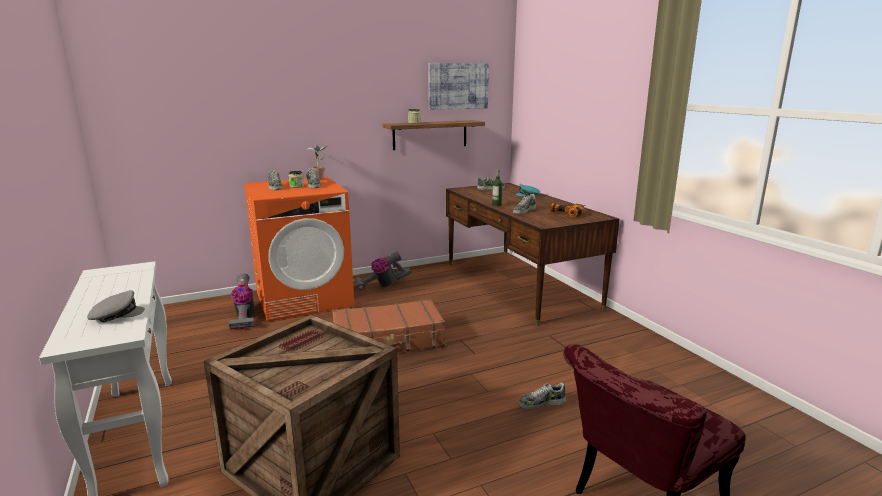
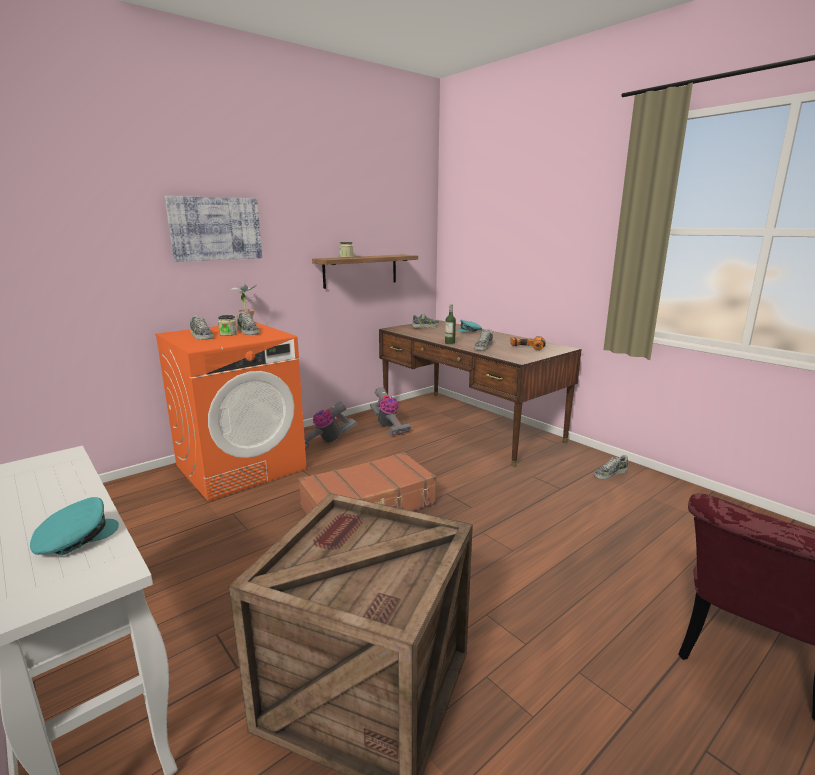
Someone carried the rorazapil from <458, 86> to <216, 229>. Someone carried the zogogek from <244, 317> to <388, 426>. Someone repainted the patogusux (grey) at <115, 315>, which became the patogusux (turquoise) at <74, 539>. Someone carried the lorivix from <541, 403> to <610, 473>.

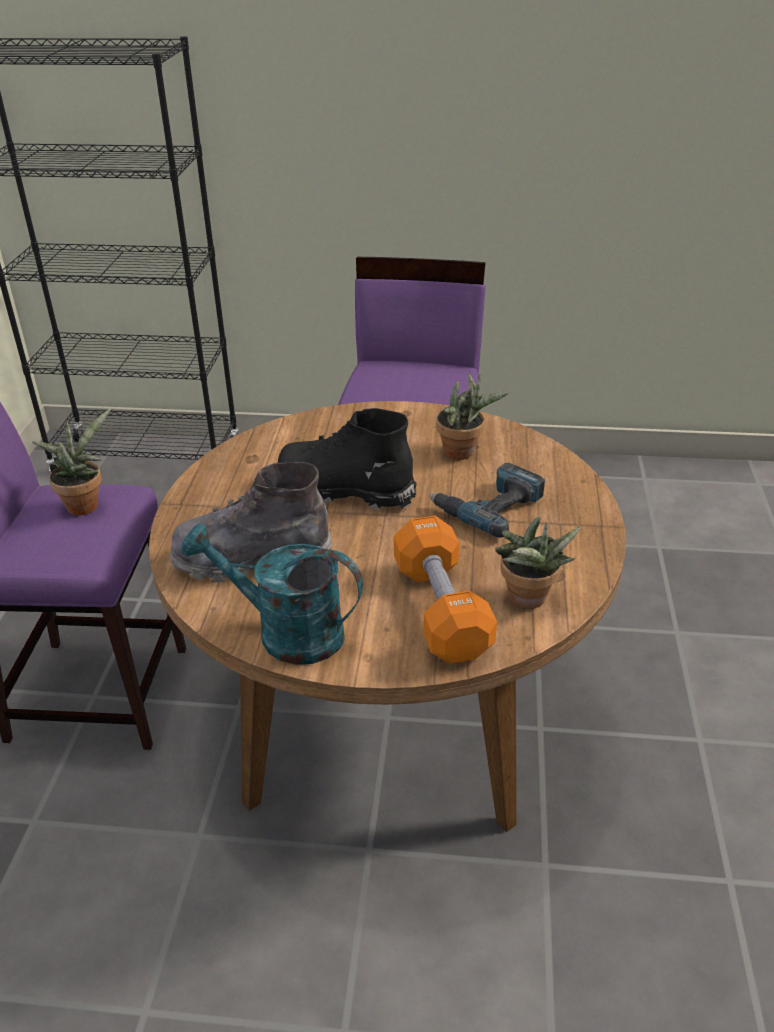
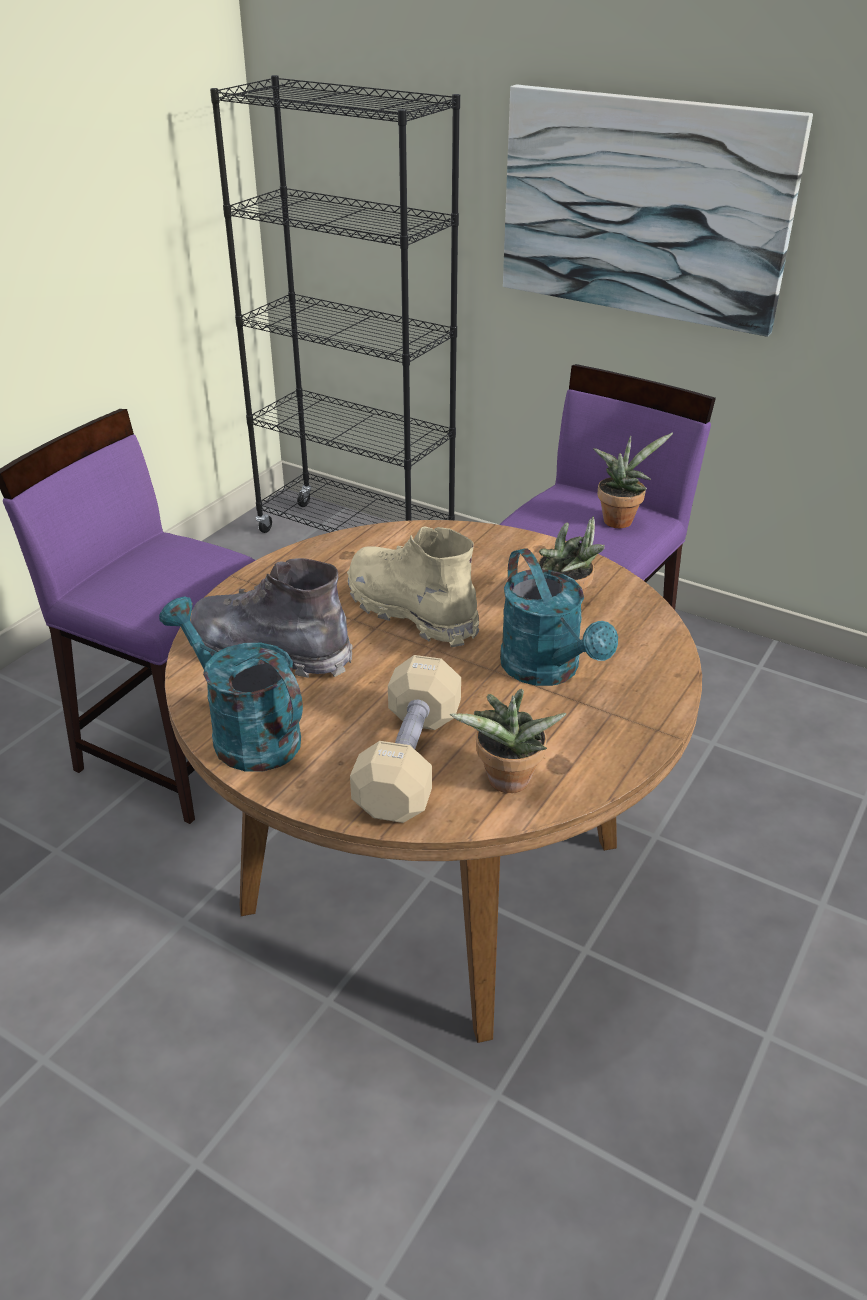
Someone carried the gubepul from <85, 504> to <620, 519>. Someone repainted the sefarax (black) at <345, 490>, which became the sefarax (beige) at <411, 611>. Someone swapped the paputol at <489, 506> for the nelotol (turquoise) at <548, 671>. Someone repainted the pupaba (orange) at <441, 609>, which became the pupaba (beige) at <409, 761>. Someone put up the rorazapil at <643, 208>.

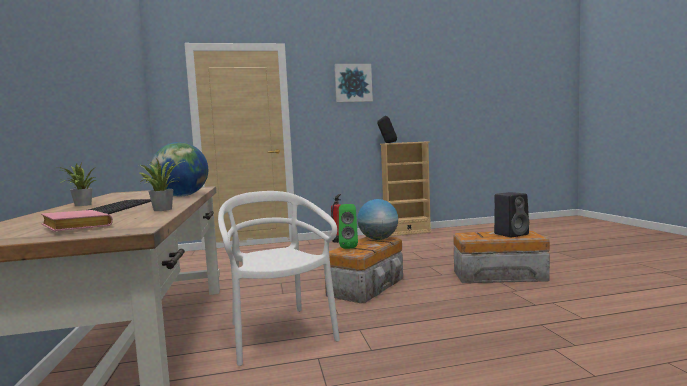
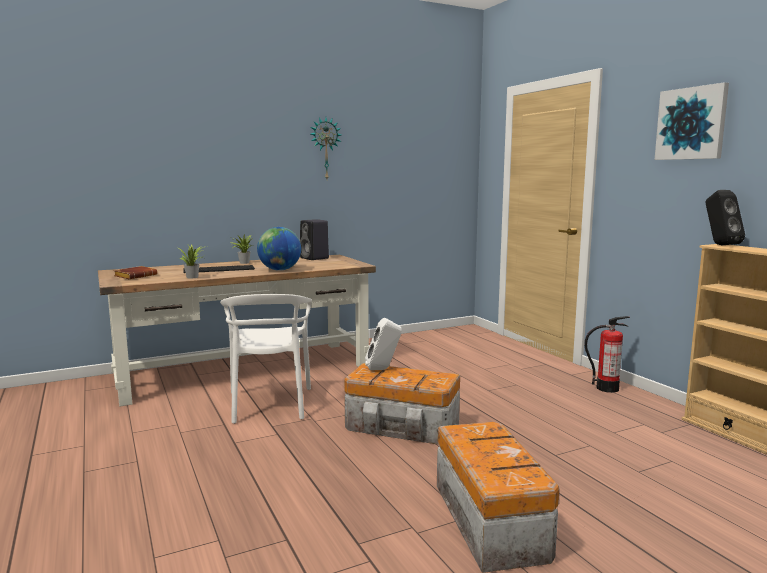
Someone rotated the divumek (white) at <279, 334> by 120 degrees clockwise. Someone carried the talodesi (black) from <511, 234> to <315, 258>. Someone took away the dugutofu at <378, 239>. Someone repainted the talodesi (green) at <349, 247>, which became the talodesi (white) at <383, 369>. Someone repainted the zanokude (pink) at <73, 227>, which became the zanokude (brown) at <136, 276>. Someone put up the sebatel at <325, 149>.

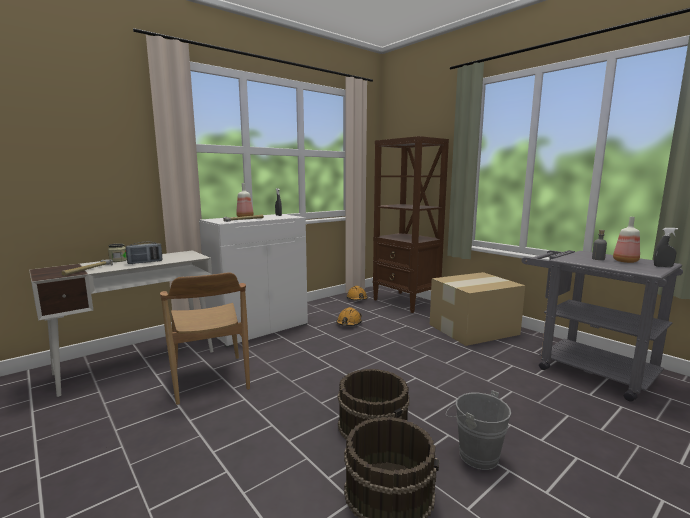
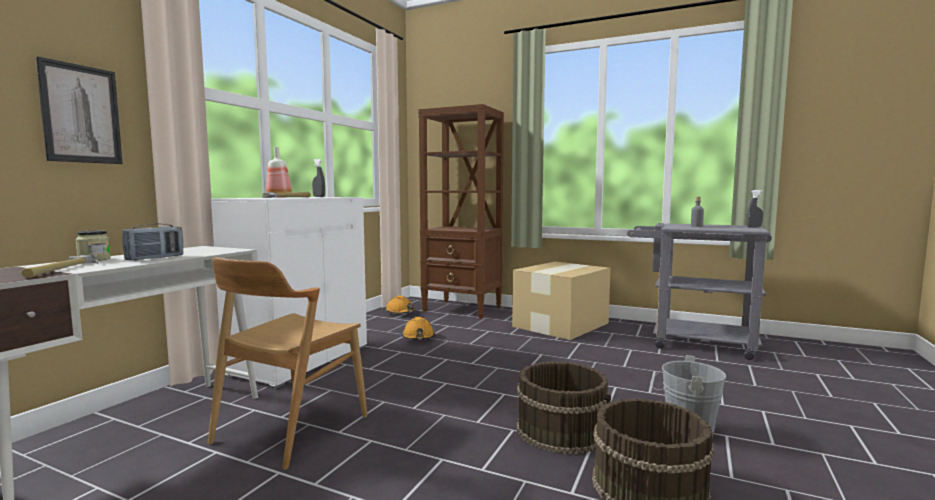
Someone took away the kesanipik at <624, 261>. Someone rotated the divumek (brown) at <210, 379> by 75 degrees clockwise. Someone put up the rorazapil at <81, 114>.

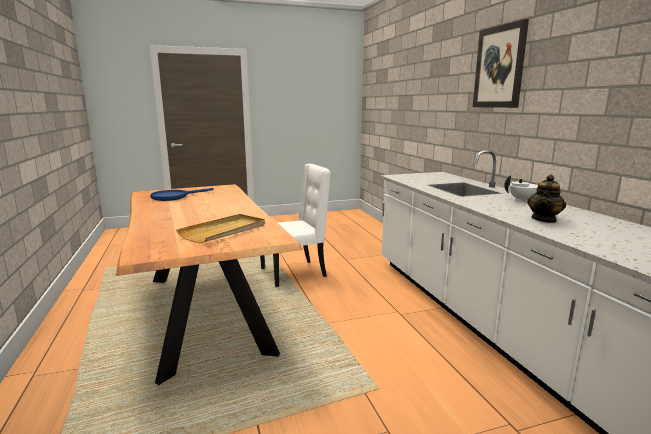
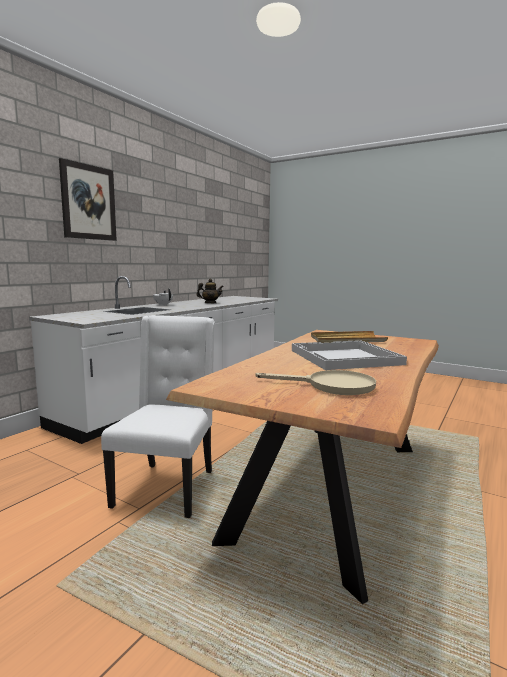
Someone rotated the divumek (white) at <295, 273> by 75 degrees clockwise. Someone repainted the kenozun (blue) at <174, 197>, which became the kenozun (beige) at <331, 386>. Someone put down the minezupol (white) at <344, 357>.

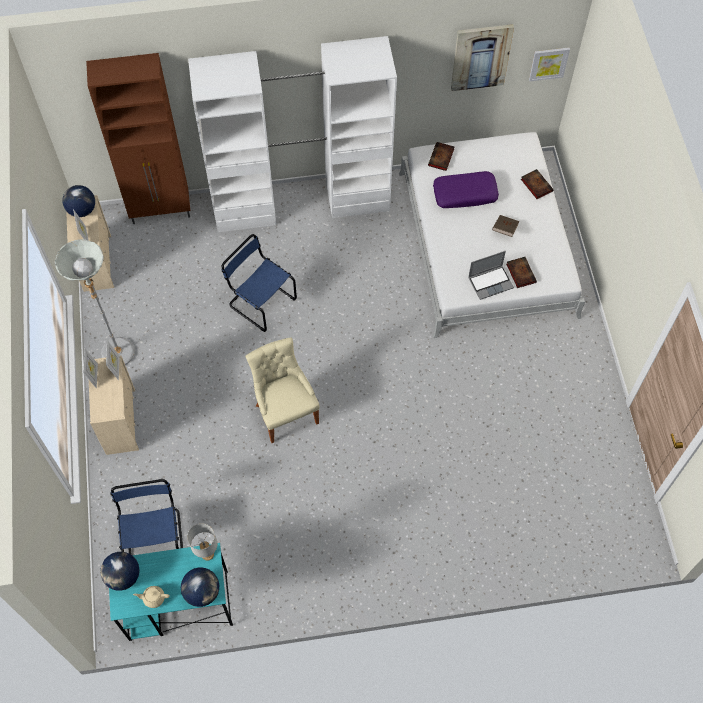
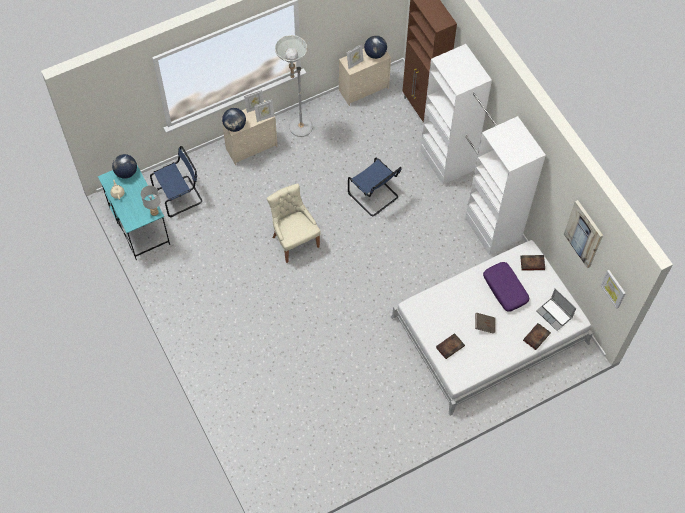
Someone rotated the divumek (blue) at <260, 301> by 120 degrees clockwise. Someone carried the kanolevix from <490, 282> to <554, 314>. Someone rotated the divumek (beige) at <285, 412> by 75 degrees counterclockwise. Someone carried the dugutofu from <202, 592> to <235, 126>.

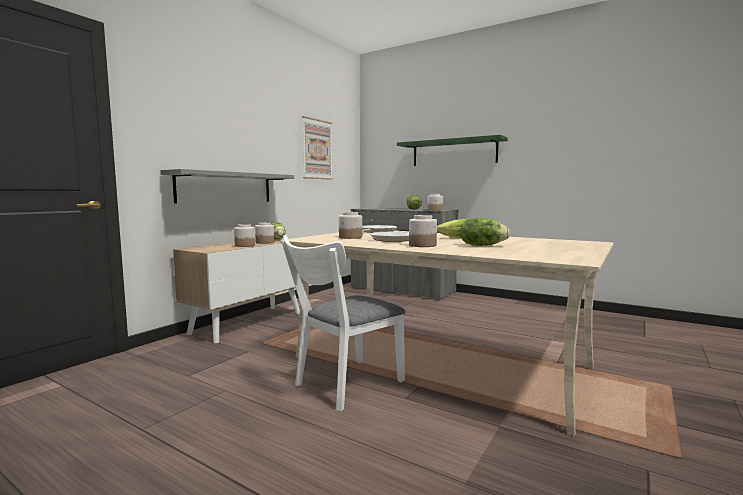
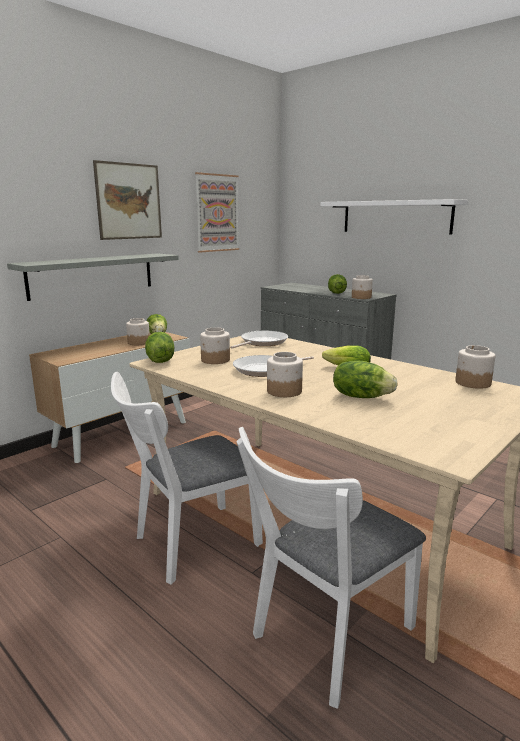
Someone repainted the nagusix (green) at <454, 152>, which became the nagusix (white) at <395, 217>. Someone carried the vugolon from <245, 245> to <472, 383>. Someone put up the rorazapil at <129, 201>. Someone put down the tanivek at <159, 360>. Someone put down the divumek (white) at <326, 638>.

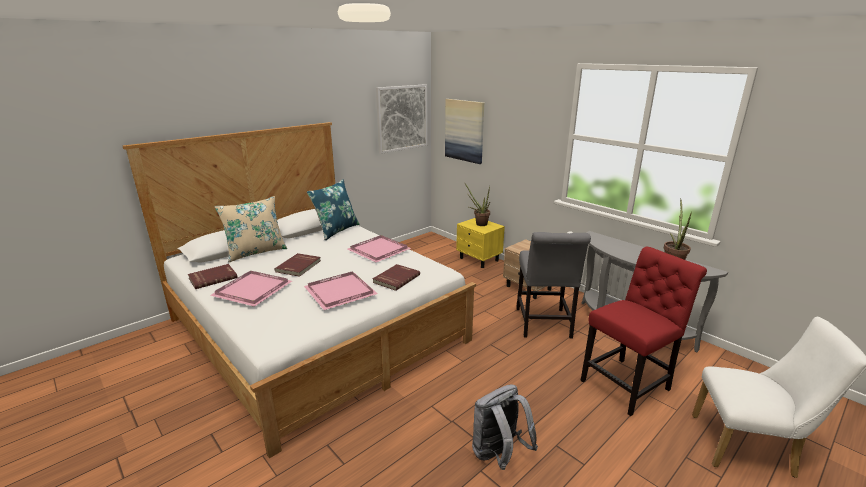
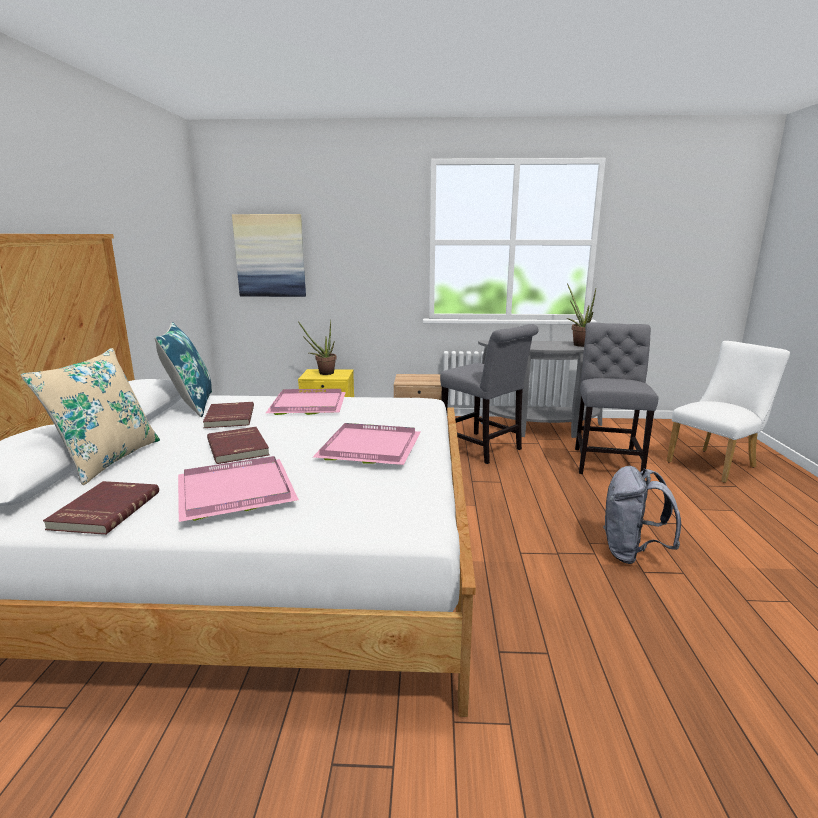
Someone took away the rorazapil at <402, 118>. Someone repainted the divumek (red) at <628, 384>, which became the divumek (grey) at <606, 461>. Someone carried the zanokude (red) from <396, 278> to <228, 417>.

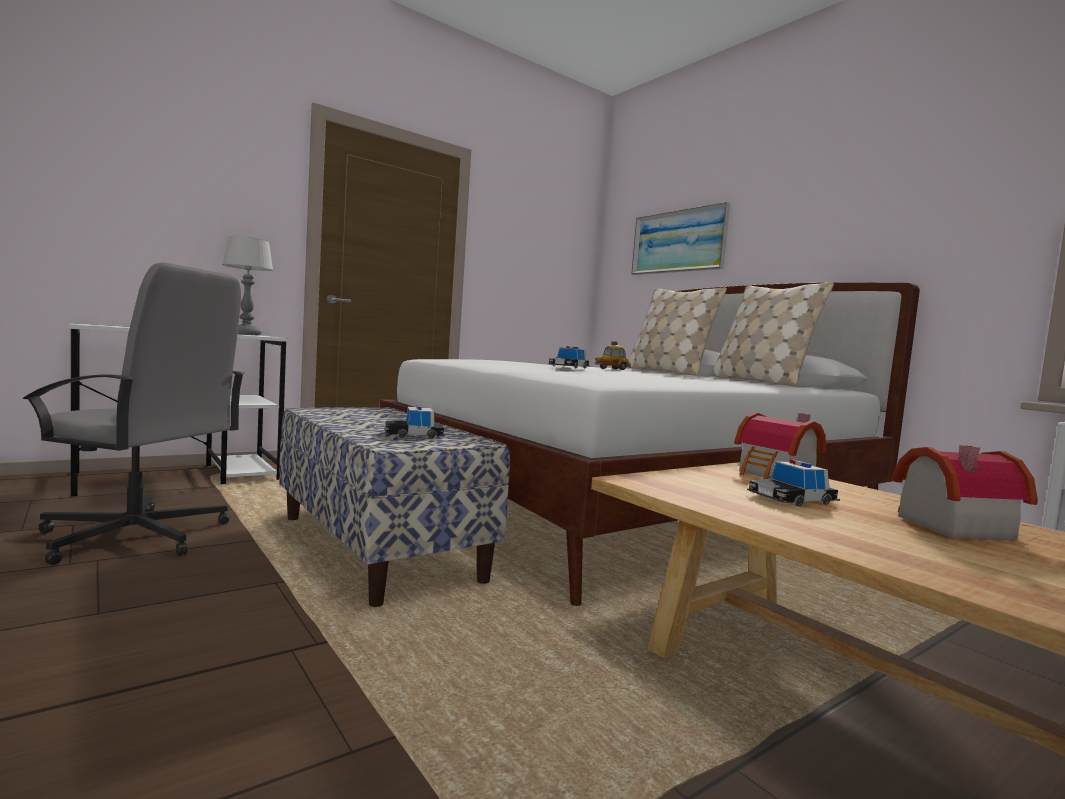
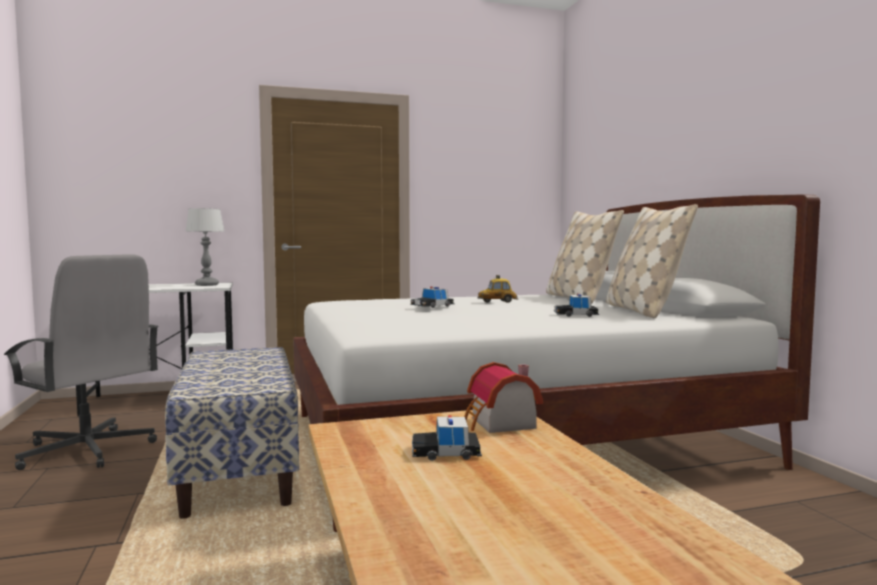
Someone took away the rorazapil at <678, 241>. Someone carried the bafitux from <413, 435> to <575, 315>. Someone took away the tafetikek at <947, 525>.

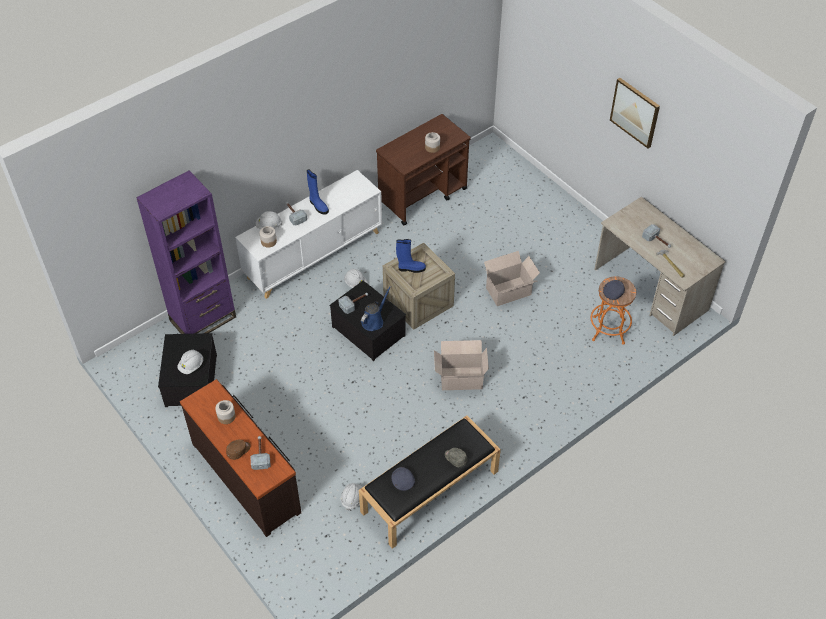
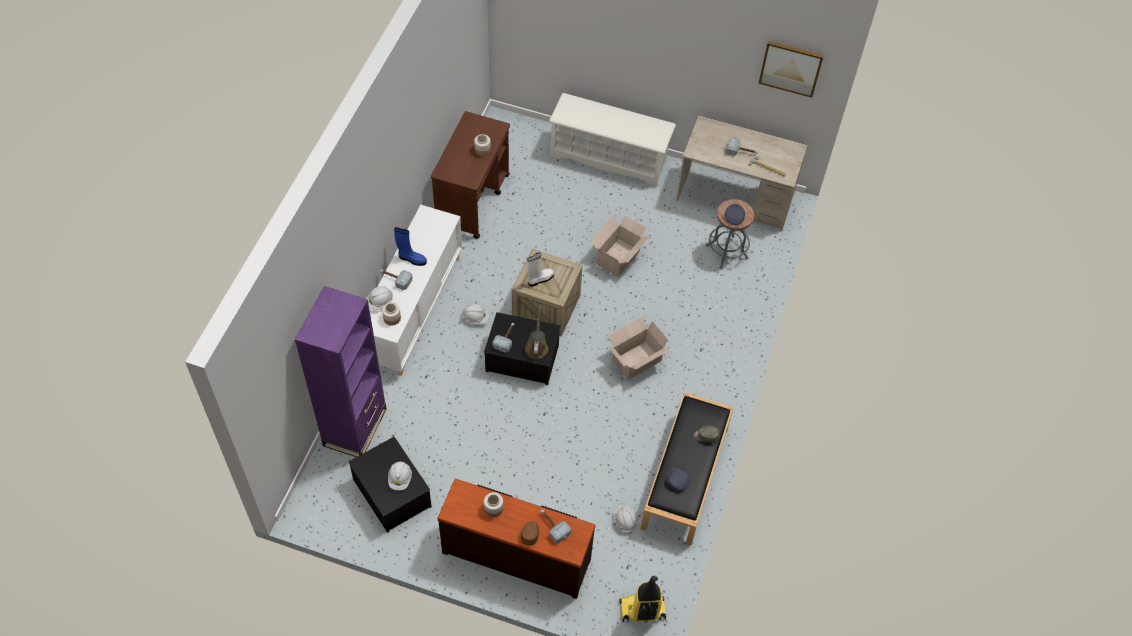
Someone carried the rorazapil from <635, 112> to <790, 68>. Someone repainted the sefarax (blue) at <411, 268>, which became the sefarax (white) at <540, 279>. Someone repainted the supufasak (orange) at <608, 330>, which became the supufasak (grey) at <726, 252>. Someone repainted the nelotol (blue) at <374, 321>, which became the nelotol (brown) at <536, 346>. Someone put down the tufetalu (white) at <609, 158>. Someone put down the zogogek at <642, 611>.

